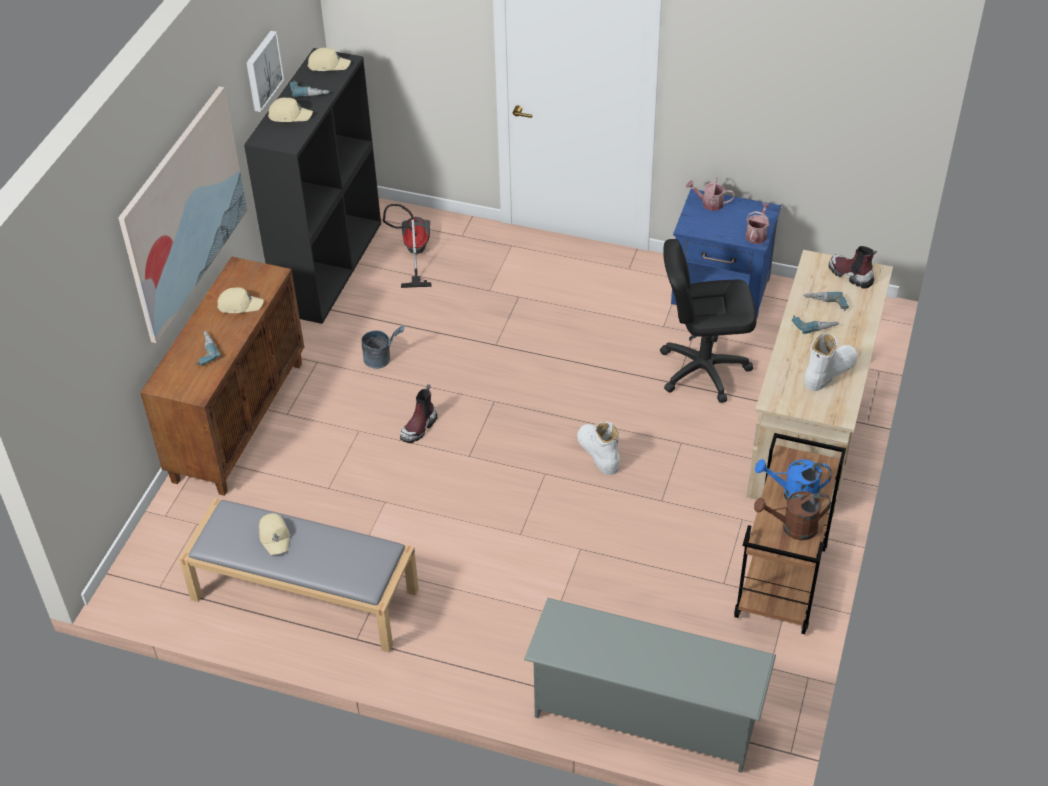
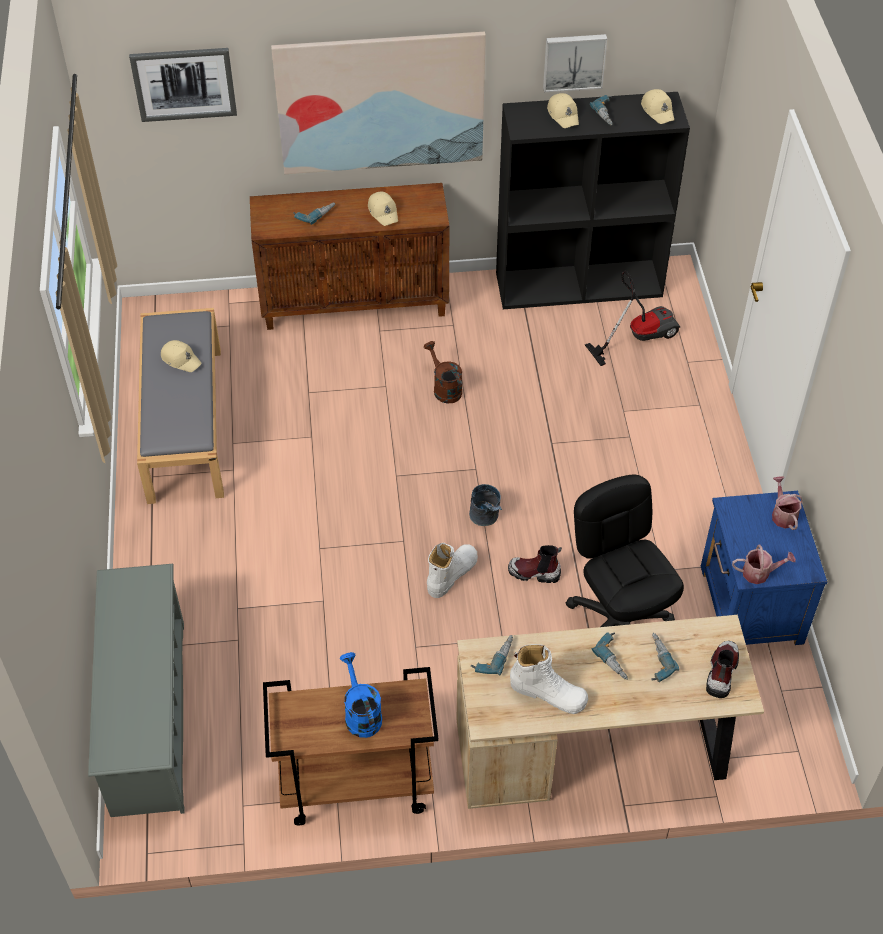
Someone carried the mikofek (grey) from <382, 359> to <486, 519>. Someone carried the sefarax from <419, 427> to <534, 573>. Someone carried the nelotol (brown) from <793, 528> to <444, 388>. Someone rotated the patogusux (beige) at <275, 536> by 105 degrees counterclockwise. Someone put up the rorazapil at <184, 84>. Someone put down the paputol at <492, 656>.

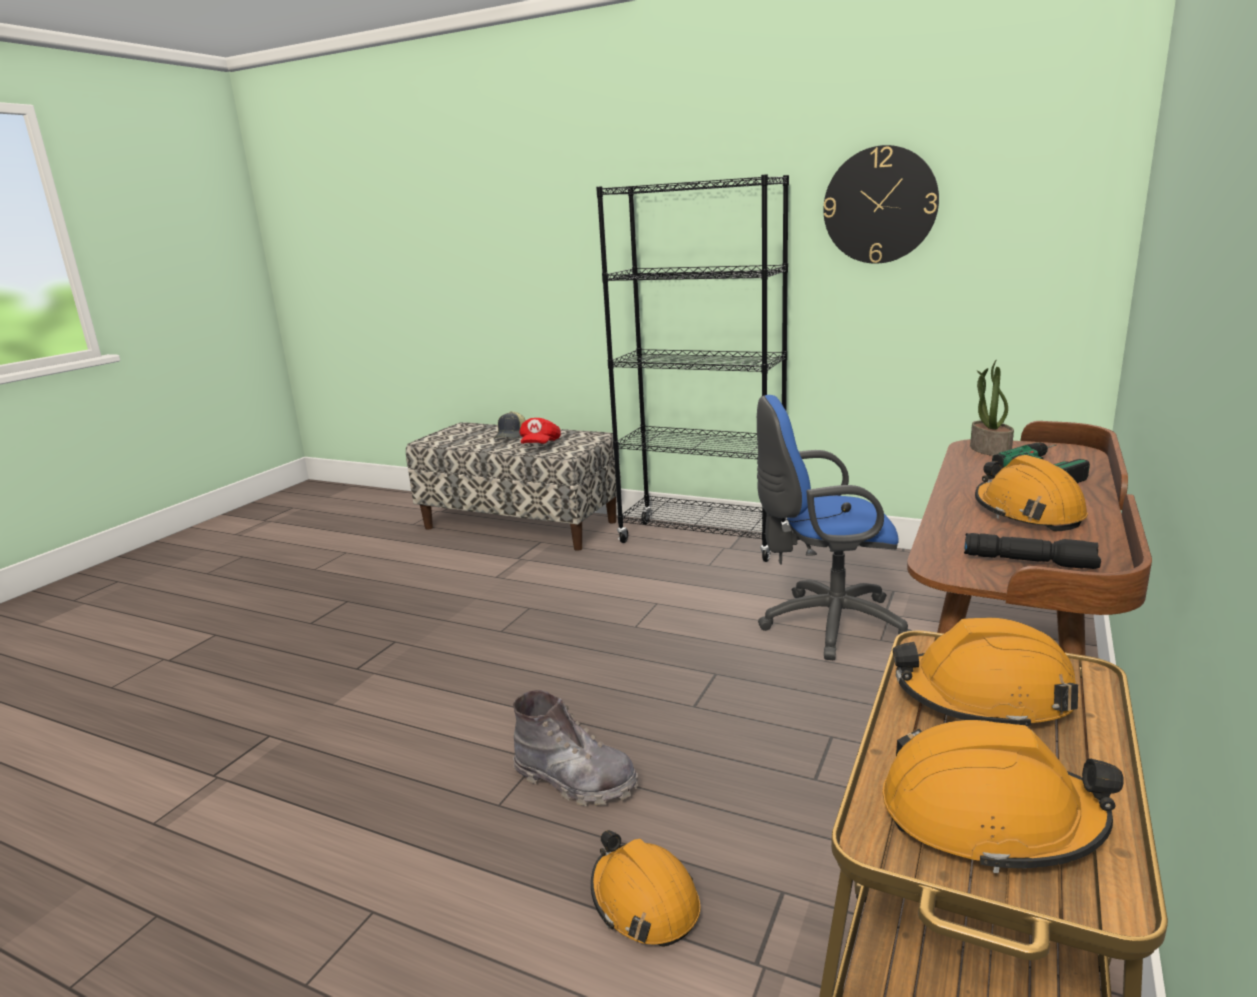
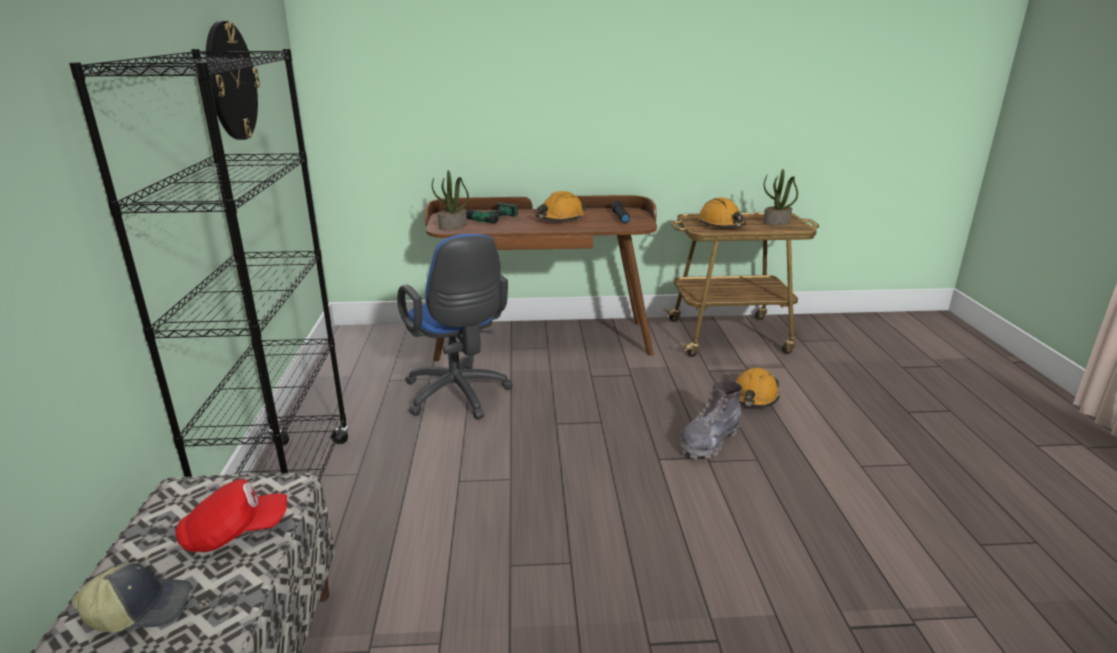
Someone rotated the sefarax (grey) at <575, 780> by 135 degrees counterclockwise. Someone swapped the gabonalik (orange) at <989, 818> for the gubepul at <776, 222>.

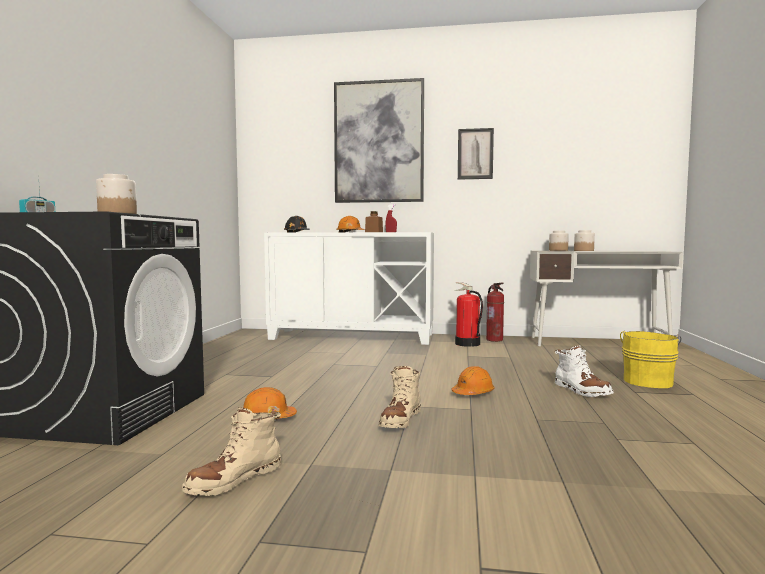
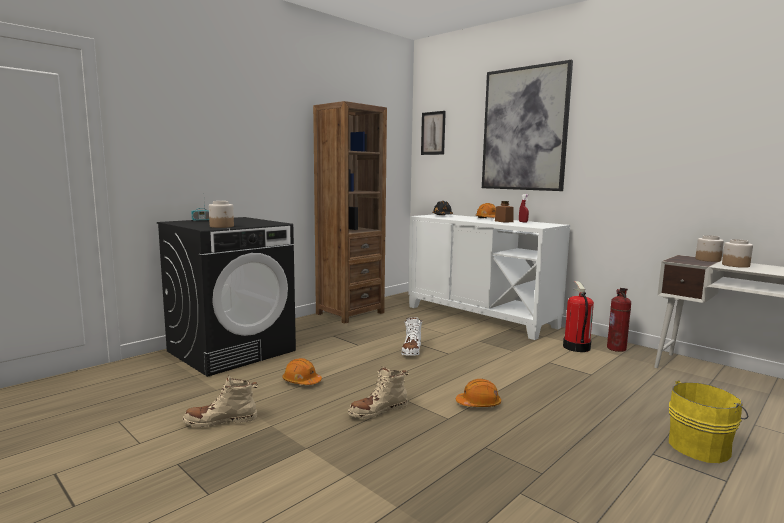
Someone carried the rorazapil from <475, 154> to <433, 133>. Someone carried the sefarax (white) from <581, 391> to <411, 350>. Someone put down the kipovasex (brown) at <350, 313>.

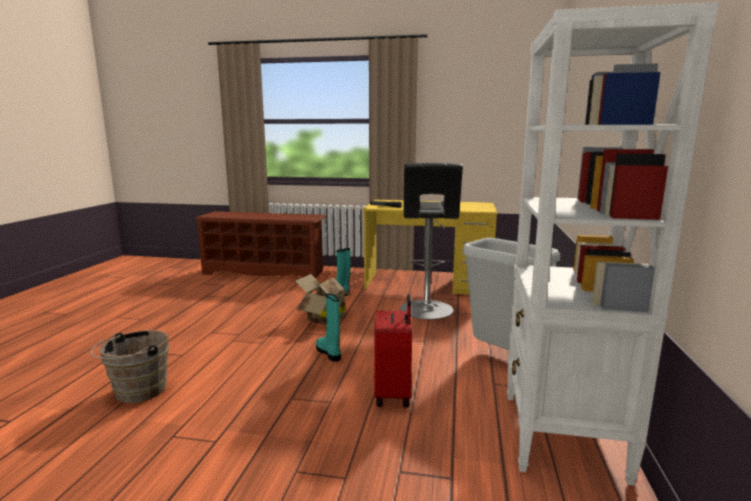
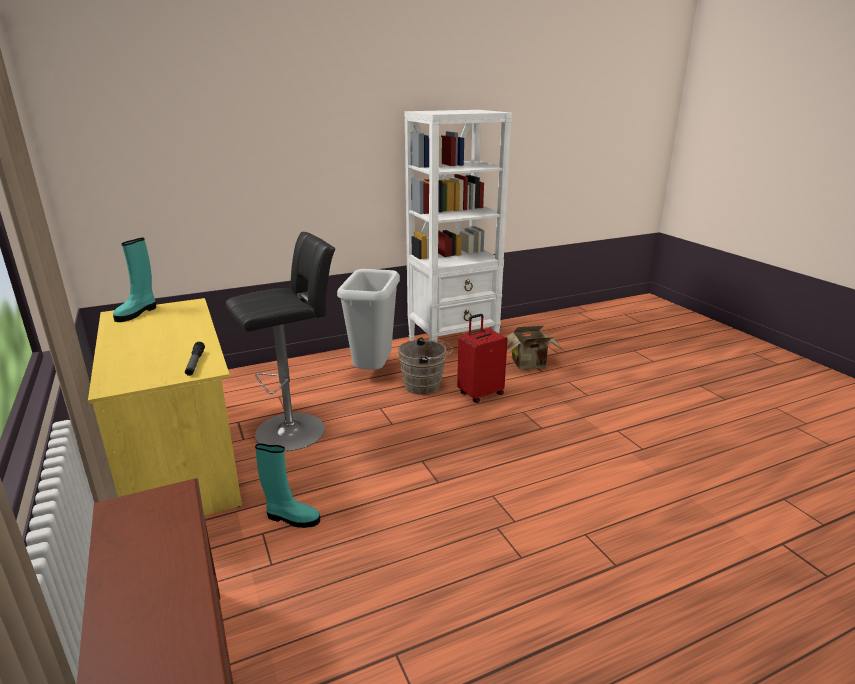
Someone carried the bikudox from <323, 319> to <530, 365>. Someone carried the sefarax (turquoise) from <329, 353> to <137, 313>. Someone carried the mikofek (brown) from <137, 392> to <425, 386>.

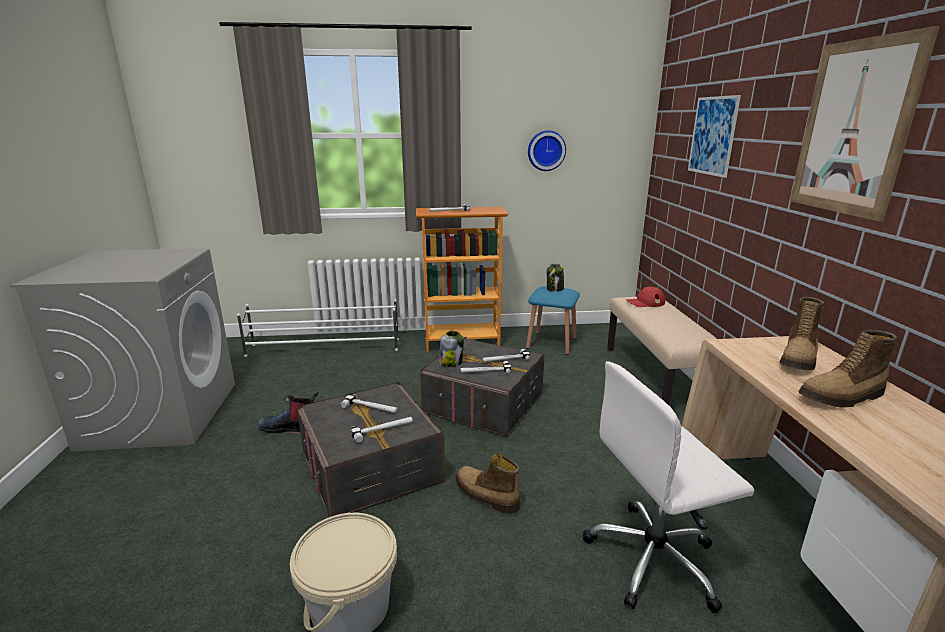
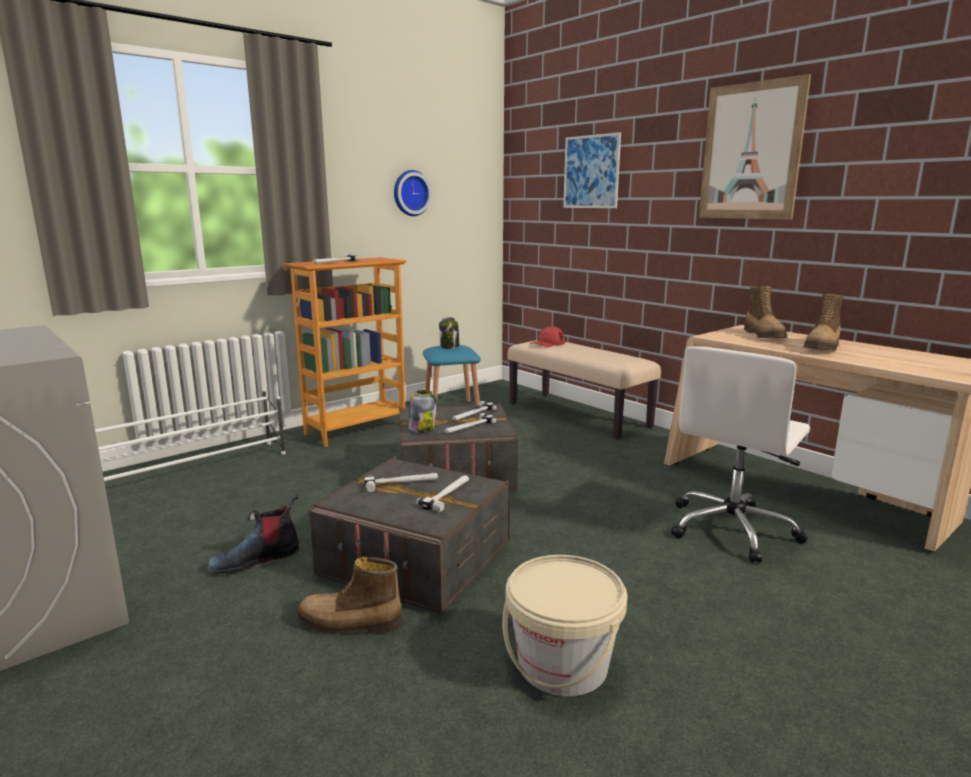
Someone carried the sefarax from <485, 496> to <349, 624>.

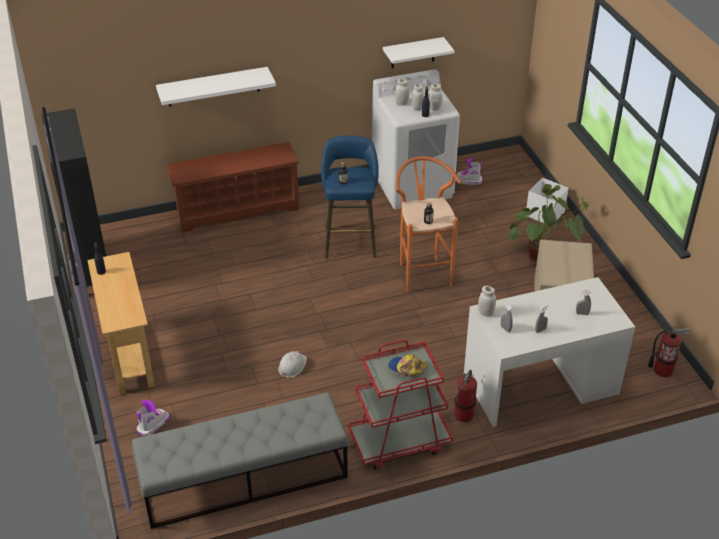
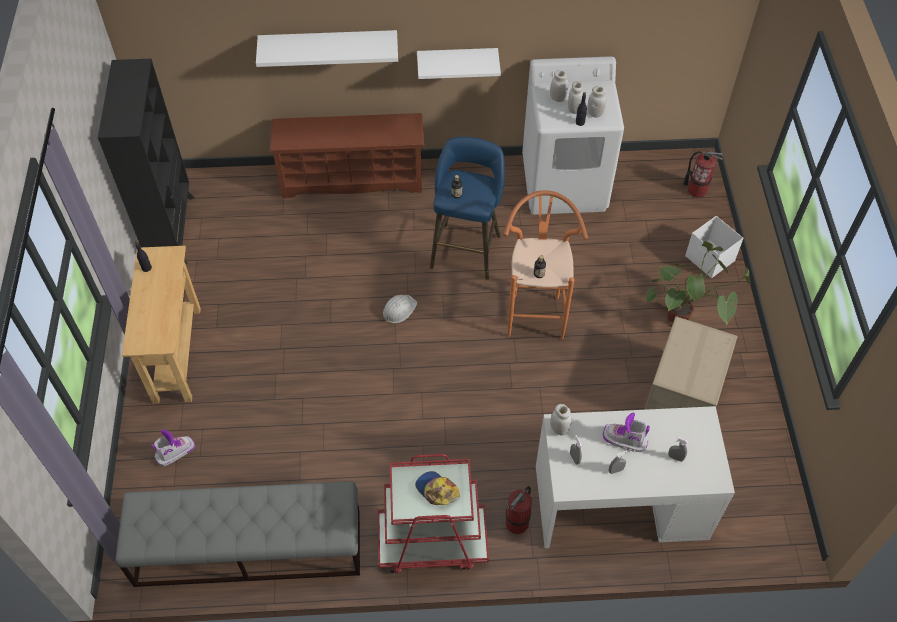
Someone carried the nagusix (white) from <413, 53> to <457, 61>. Someone carried the sefarax from <468, 181> to <624, 440>. Someone carried the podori from <662, 370> to <697, 190>. Someone carried the gabonalik (white) from <292, 366> to <399, 310>.

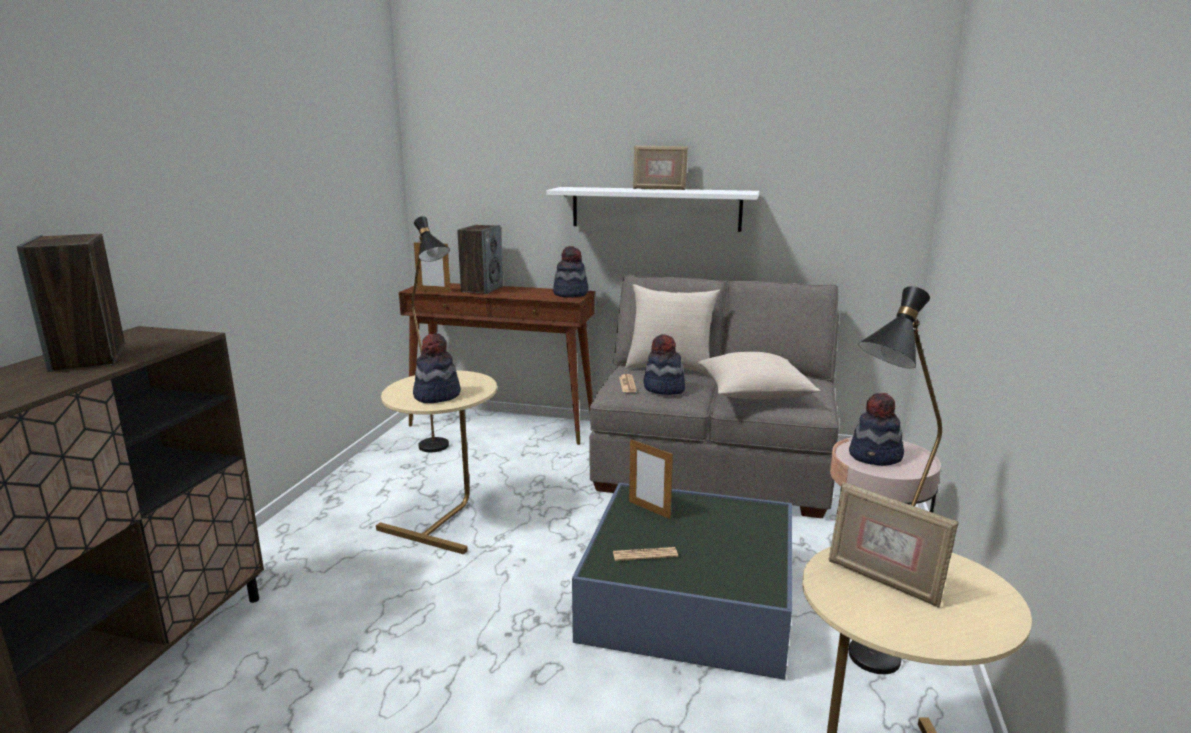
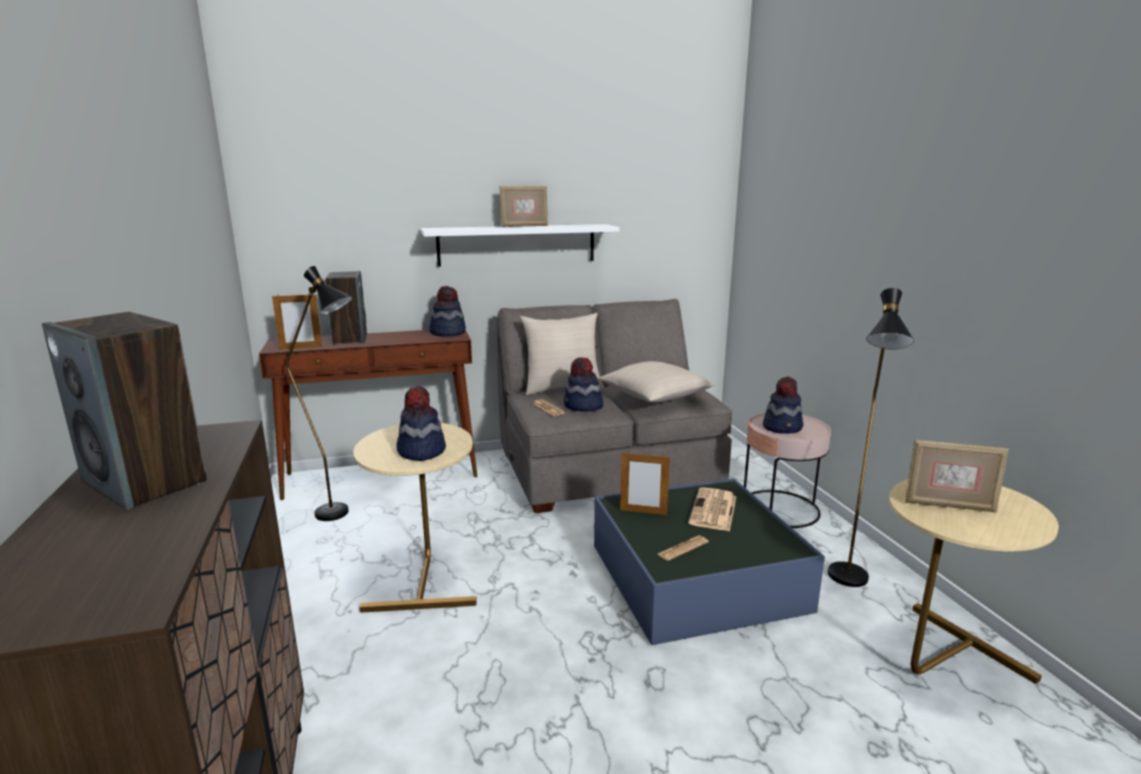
Someone put down the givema at <713, 510>.

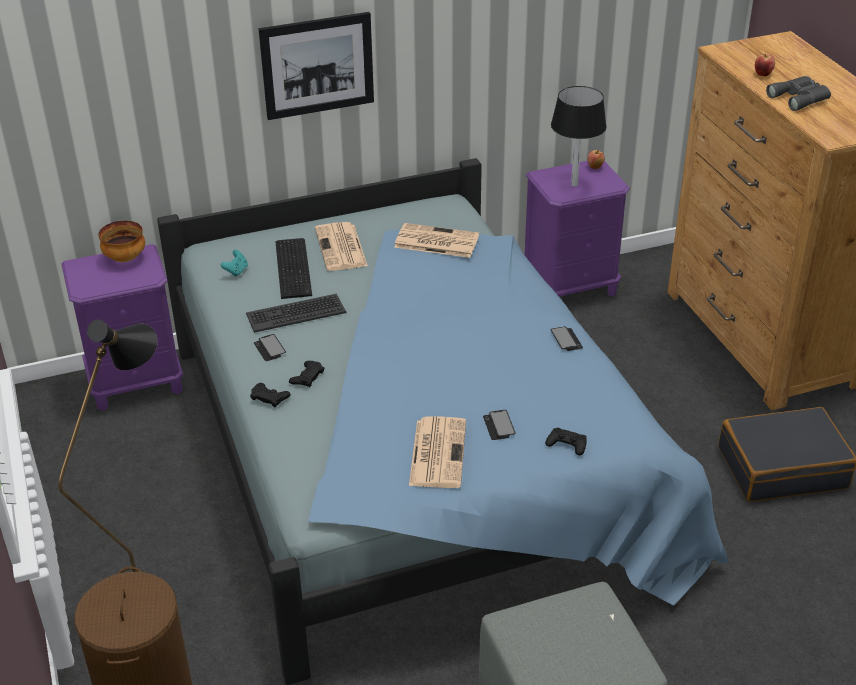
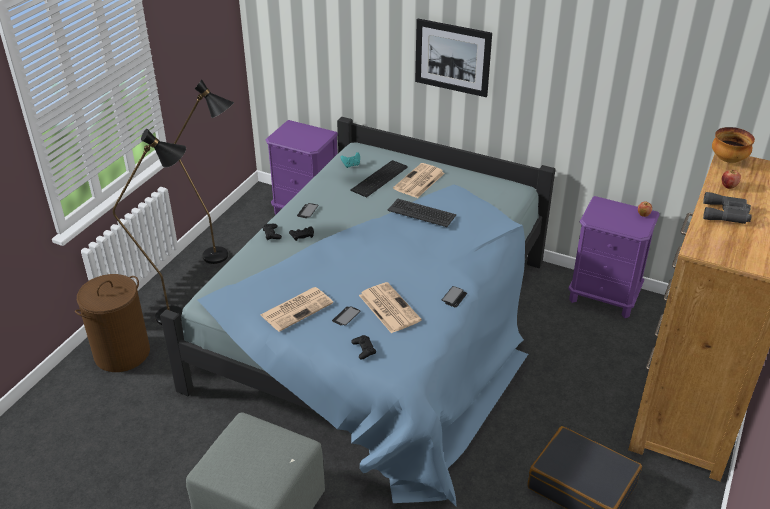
Someone took away the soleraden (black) at <574, 184>. Someone carried the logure from <125, 258> to <728, 159>. Someone carried the givema from <435, 241> to <388, 307>. Someone carried the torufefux from <296, 313> to <422, 213>. Someone put down the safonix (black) at <224, 257>.

